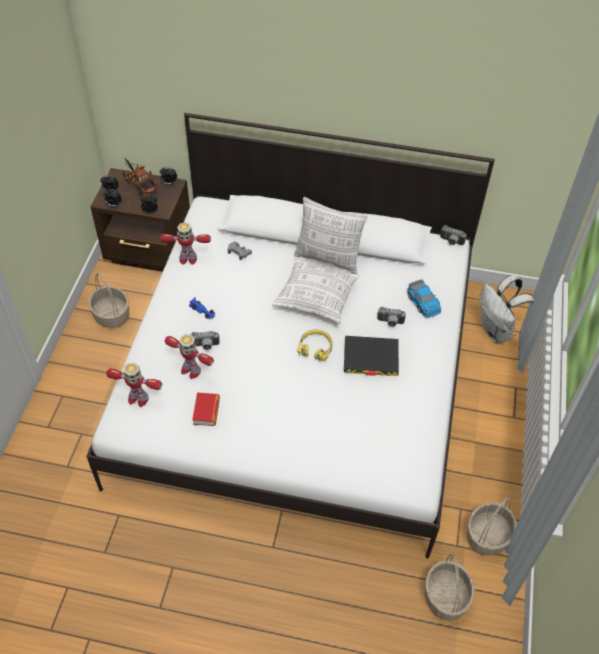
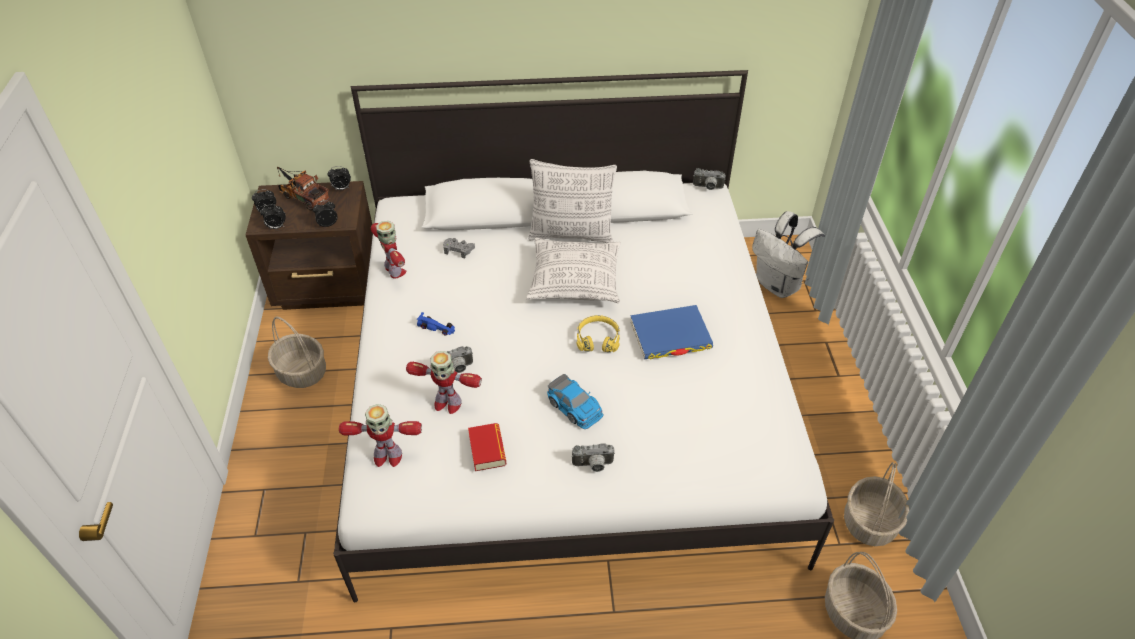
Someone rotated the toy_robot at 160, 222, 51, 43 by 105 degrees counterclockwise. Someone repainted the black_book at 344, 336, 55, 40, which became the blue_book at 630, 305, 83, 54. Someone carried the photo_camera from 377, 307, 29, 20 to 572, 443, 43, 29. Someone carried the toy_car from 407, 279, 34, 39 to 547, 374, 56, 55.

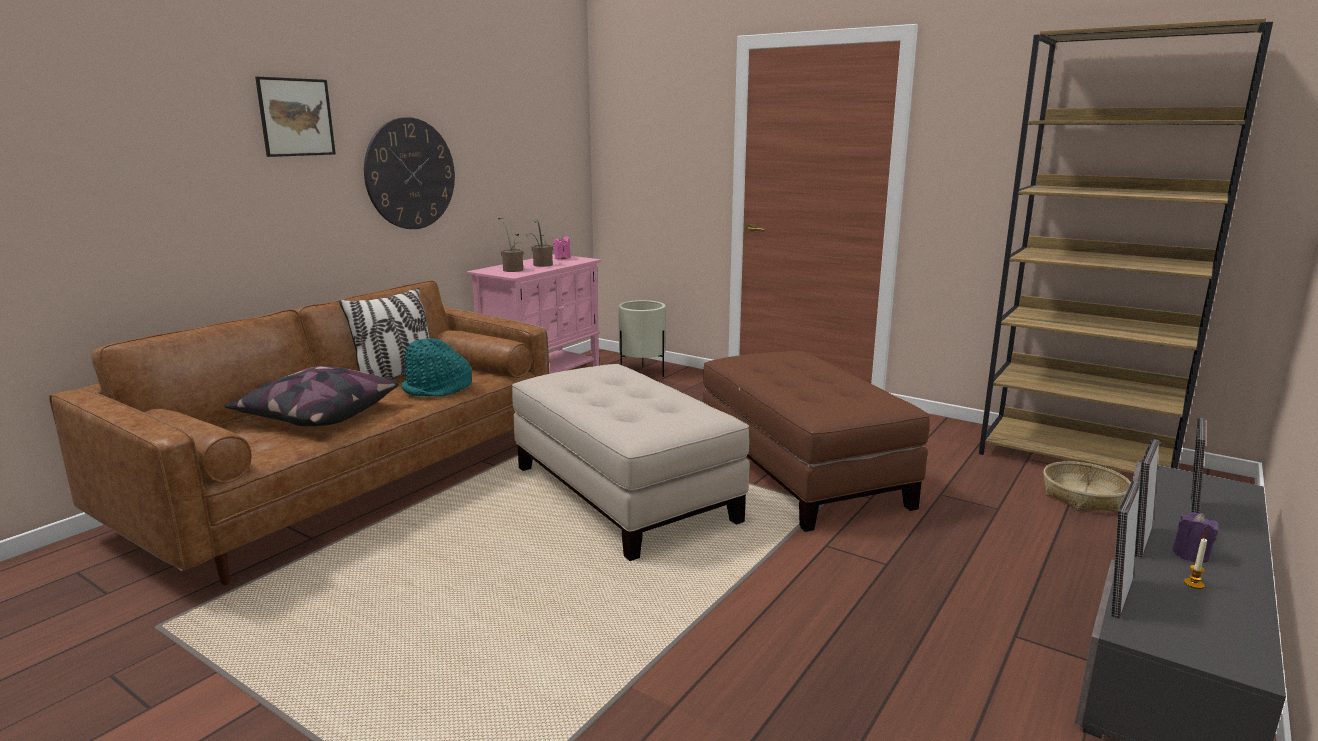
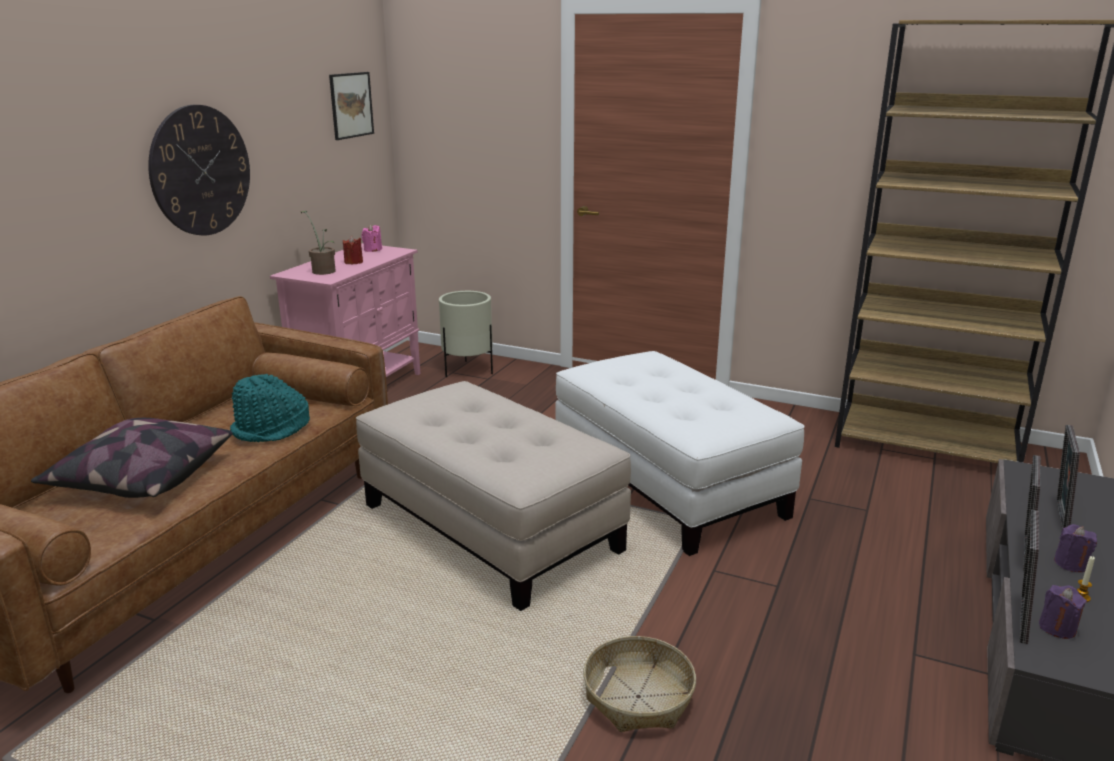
Someone carried the picture from 255, 77, 81, 80 to 329, 72, 45, 68. Someone took away the pillow at 339, 288, 90, 92. Someone swapped the potted_plant at 526, 219, 27, 48 for the red_candle at 343, 236, 20, 28. Someone repainted the brown_ottoman at 703, 351, 227, 181, which became the white_ottoman at 555, 351, 250, 205. Someone carried the basket from 1043, 461, 88, 51 to 583, 636, 113, 96. Someone put down the purple_candle at 1039, 585, 48, 54.

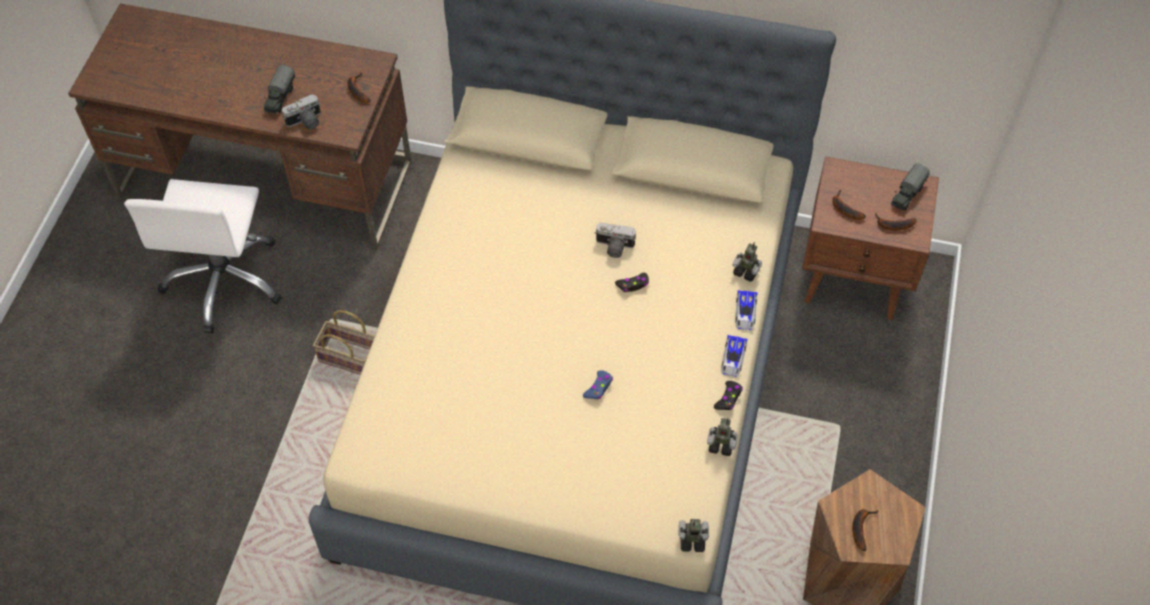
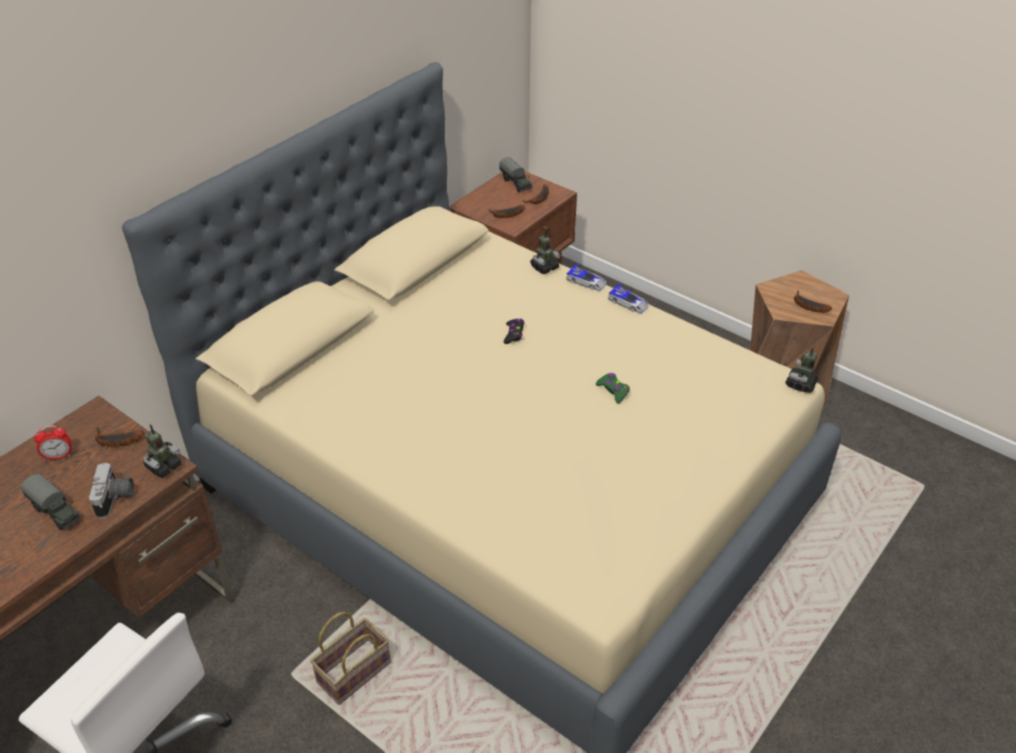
Someone repainted the blue_game_controller at 583, 370, 30, 29, which became the green_game_controller at 596, 373, 34, 30. Someone took away the photo_camera at 595, 223, 41, 35. Someone carried the toy_robot from 707, 418, 31, 38 to 143, 424, 39, 54. Someone took away the black_game_controller at 714, 381, 29, 29. Someone put down the alarm_clock at 34, 425, 37, 36.

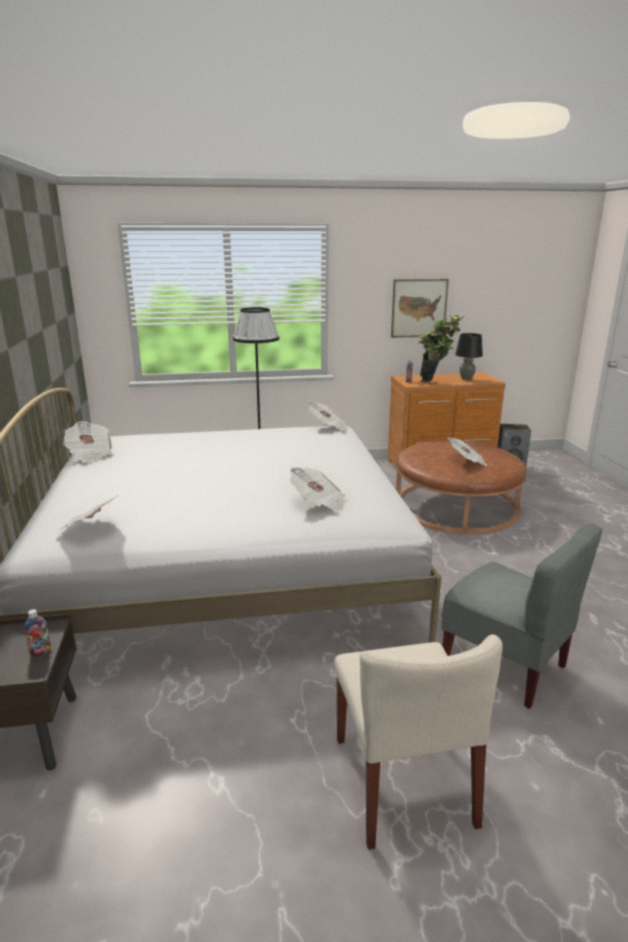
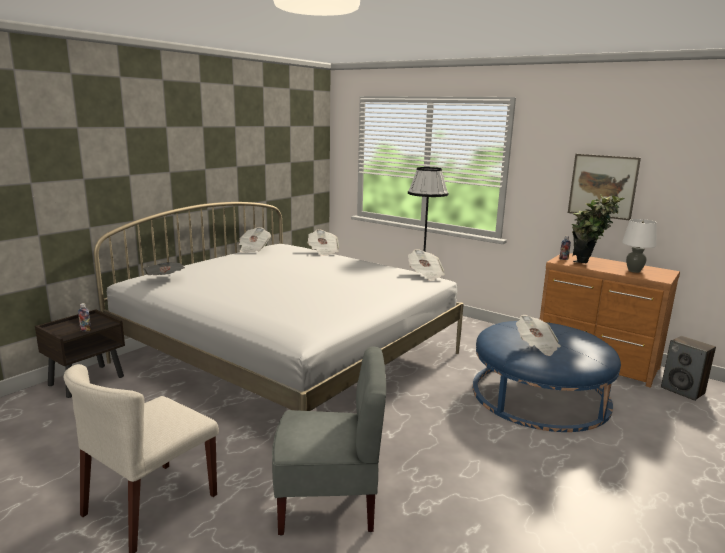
Someone carried the newspaper from 290, 467, 55, 45 to 308, 230, 31, 26. Someone repainted the brown_ottoman at 396, 440, 130, 94, which became the blue_ottoman at 473, 321, 148, 111. Someone rotated the grey_chair at 442, 524, 161, 185 by 90 degrees counterclockwise. Someone repainted the black_table_lamp at 455, 333, 28, 47, which became the white_table_lamp at 622, 219, 35, 54.

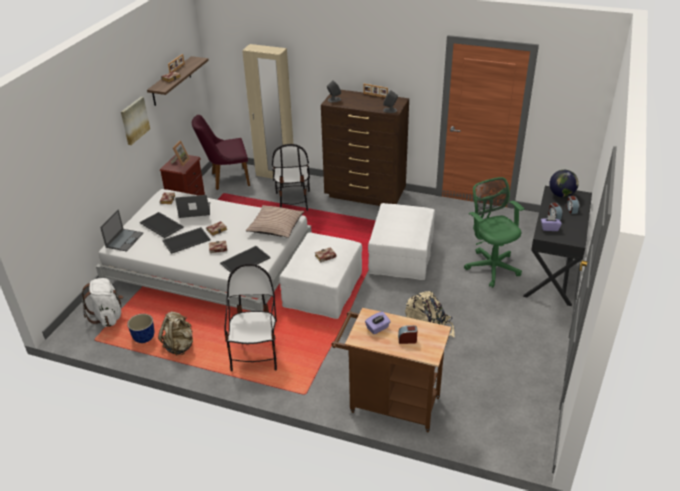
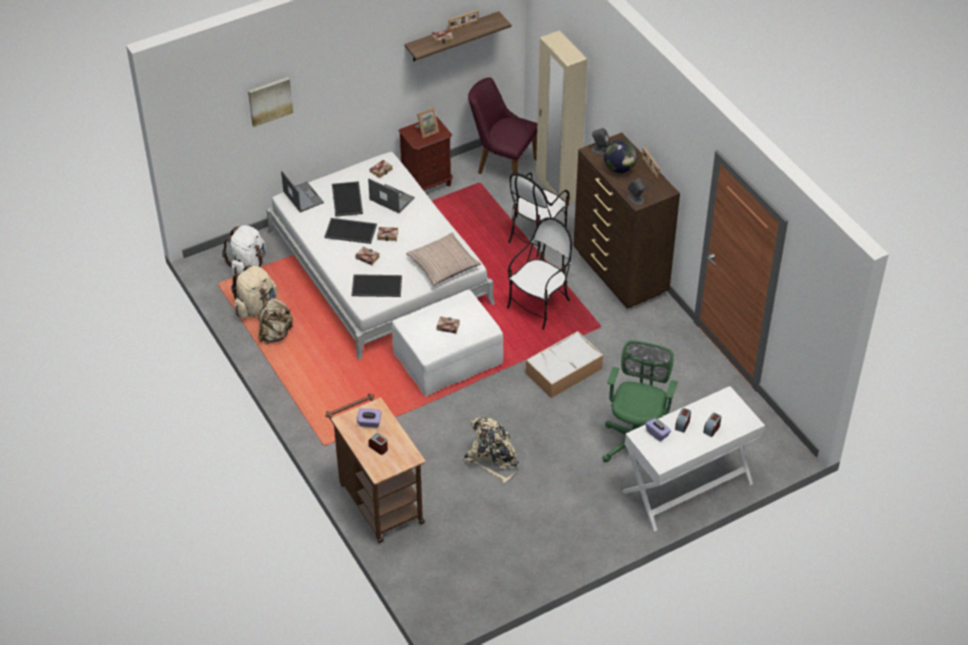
Someone rotated the laptop at 100, 210, 43, 42 by 90 degrees counterclockwise. Someone carried the picture from 121, 97, 29, 48 to 248, 77, 45, 50. Someone swapped the planter at 127, 314, 27, 29 for the beige_backpack at 231, 265, 47, 54. Someone carried the chair from 225, 264, 52, 107 to 507, 217, 65, 113. Someone swapped the white_ottoman at 368, 203, 67, 77 for the storage_box at 526, 331, 77, 67. Someone repainted the black_desk at 523, 186, 69, 120, which became the white_desk at 622, 386, 143, 146. Someone carried the globe from 549, 170, 30, 28 to 604, 140, 33, 33.

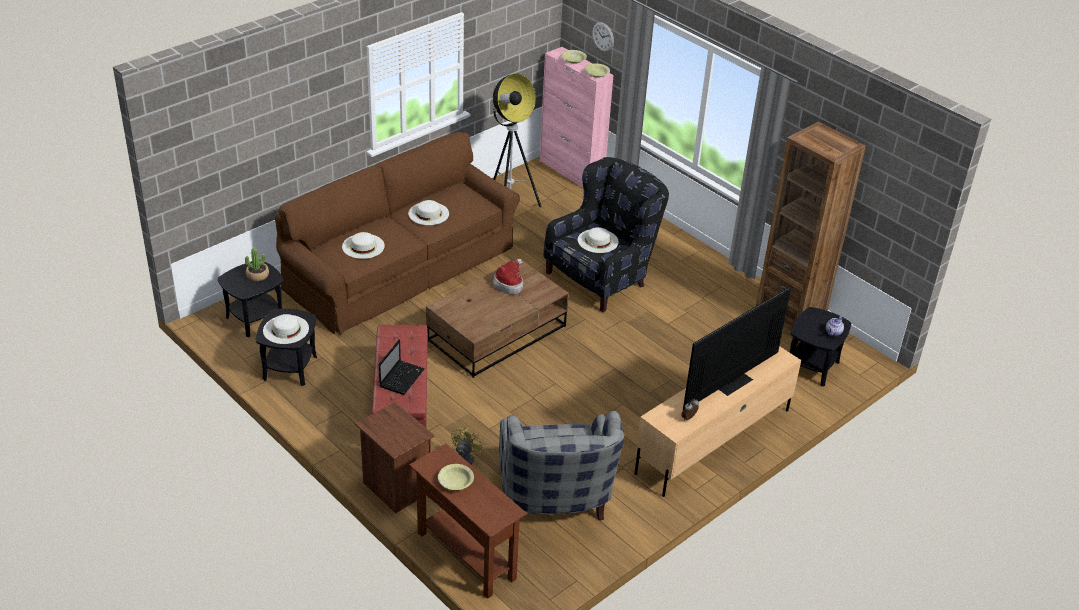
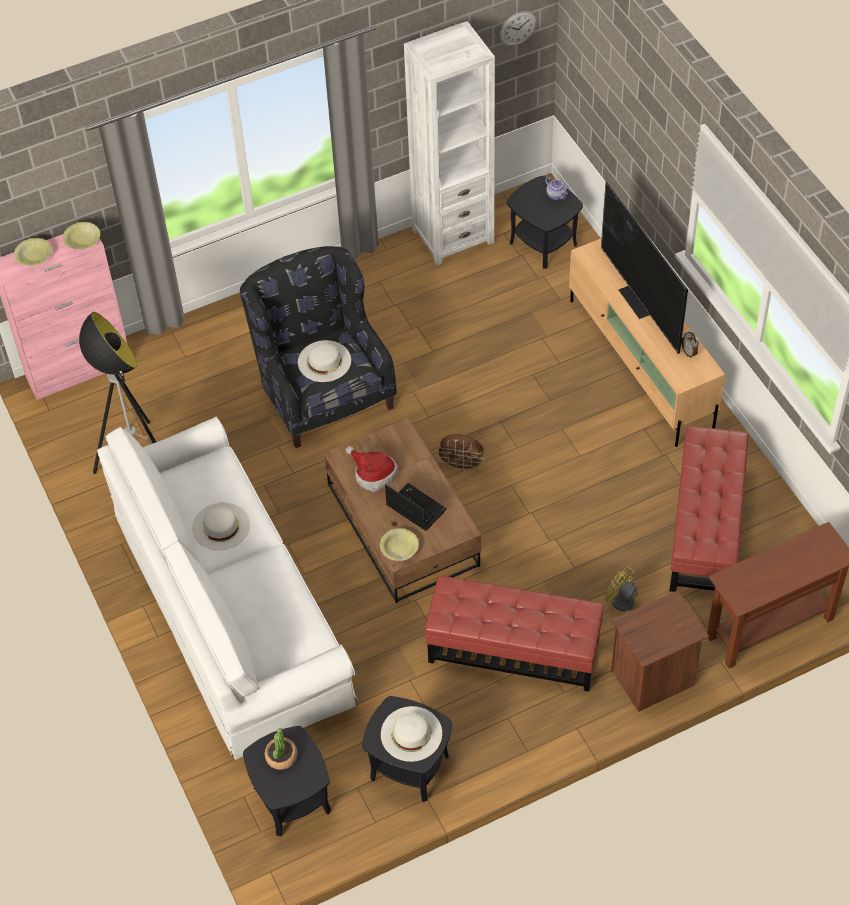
Someone repainted the brown_sofa at 275, 132, 245, 203, which became the white_sofa at 97, 416, 261, 344. Someone took away the white_hat at 342, 232, 43, 27. Someone carried the laptop from 379, 339, 46, 56 to 385, 483, 62, 48. Someone carried the yellow_bowl from 438, 464, 36, 26 to 380, 528, 39, 33. Someone swapped the grey_armchair at 499, 411, 125, 110 for the red_ottoman at 669, 426, 79, 166. Someone carried the wall_clock from 592, 22, 22, 30 to 500, 11, 36, 35. Someone repainted the brown_bookcase at 756, 121, 110, 210, which became the white_bookcase at 404, 21, 91, 244. Someone put down the brown_fan at 435, 434, 50, 38.

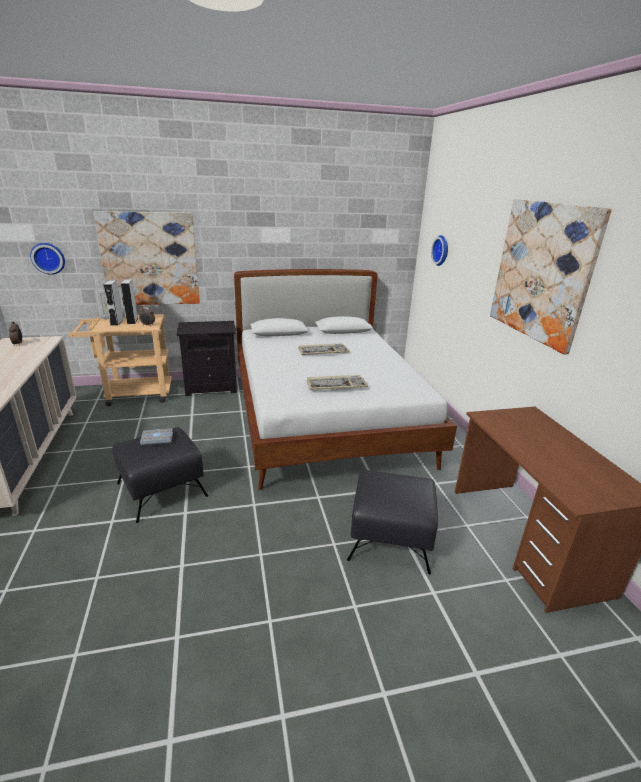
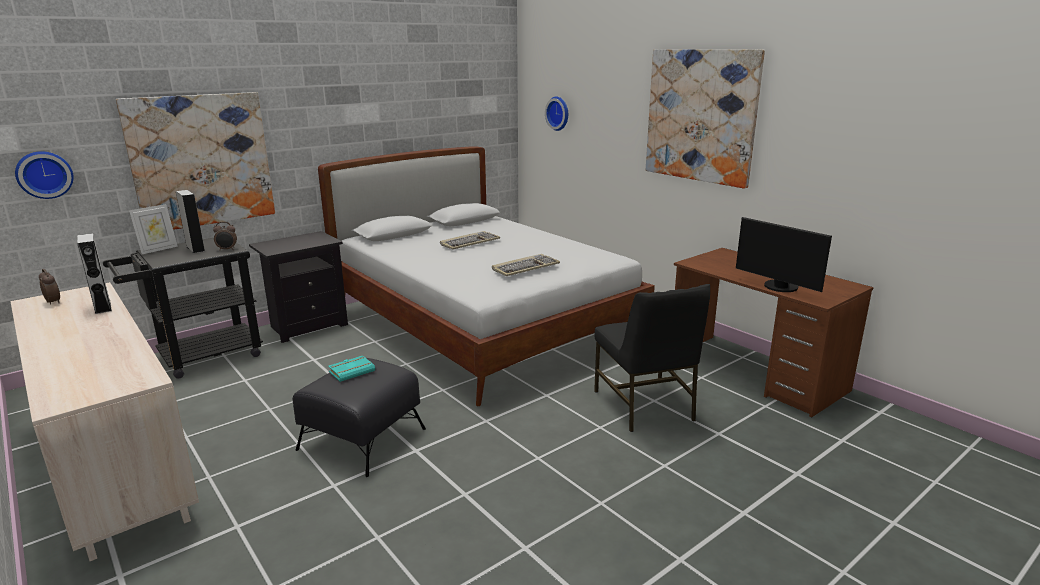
Someone repainted the beige_cart at 68, 314, 104, 92, which became the black_cart at 103, 238, 160, 141. Someone carried the grey_speaker from 103, 280, 20, 46 to 77, 233, 35, 81. Someone repainted the grey_book at 140, 429, 33, 17, which became the turquoise_book at 328, 356, 47, 26. Someone swapped the black_ottoman at 347, 470, 91, 104 for the black_chair at 594, 284, 116, 148. Someone put down the monitor at 736, 217, 96, 75.

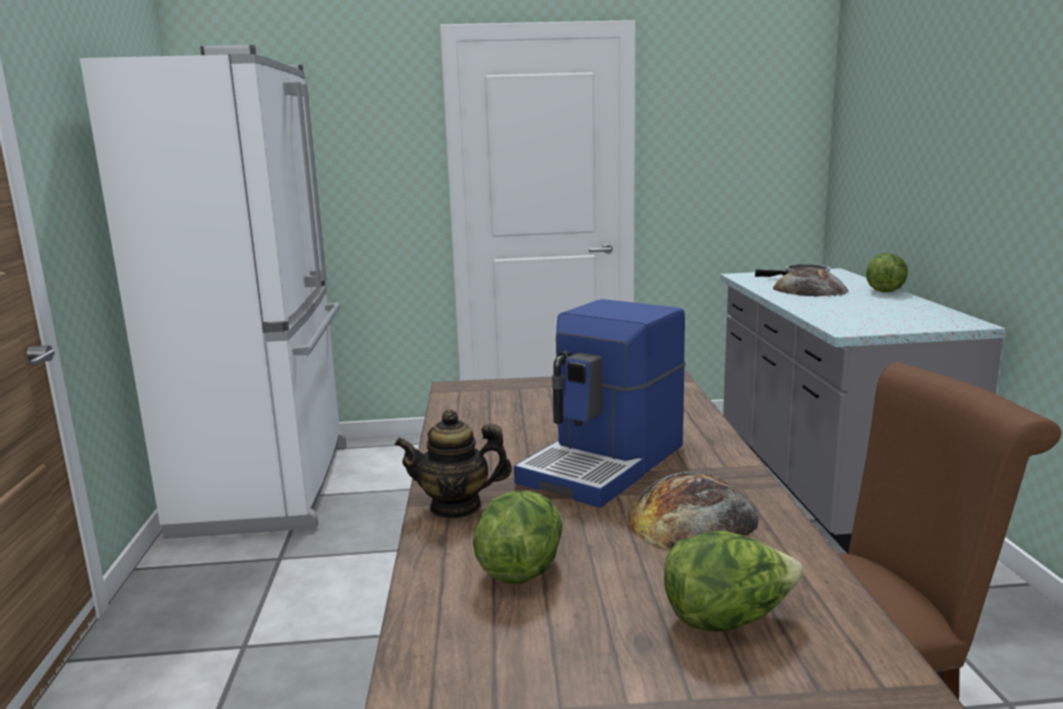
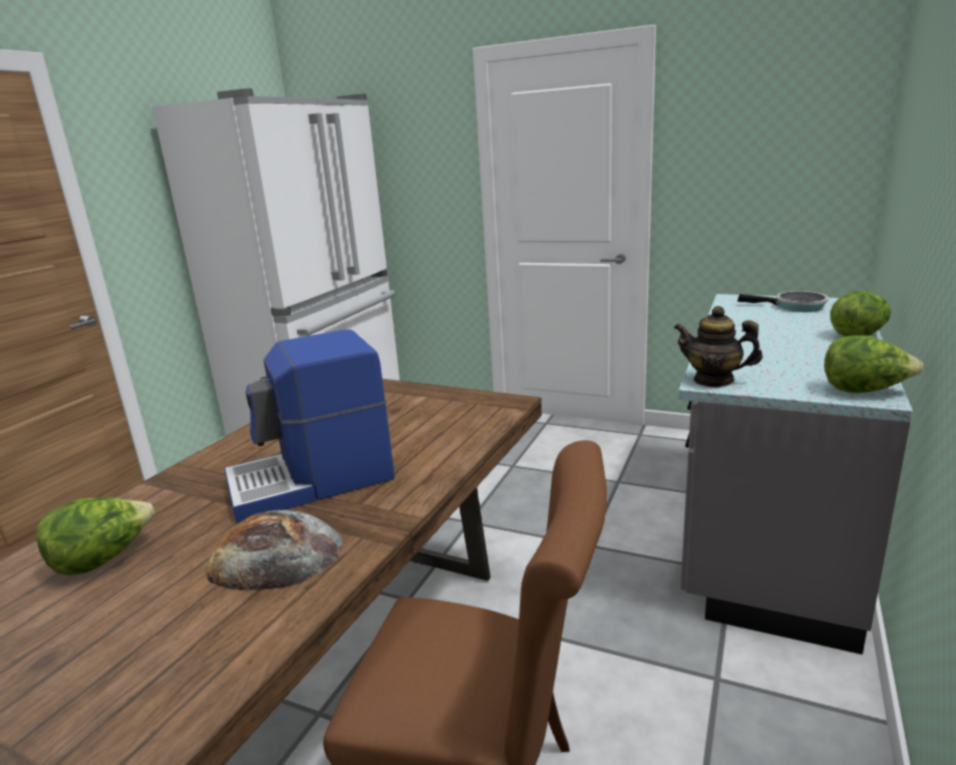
Someone carried the teapot from 395, 409, 117, 110 to 674, 306, 89, 81. Someone carried the lettuce from 664, 531, 139, 101 to 824, 335, 99, 58. Someone took away the bread at 773, 267, 75, 30.

